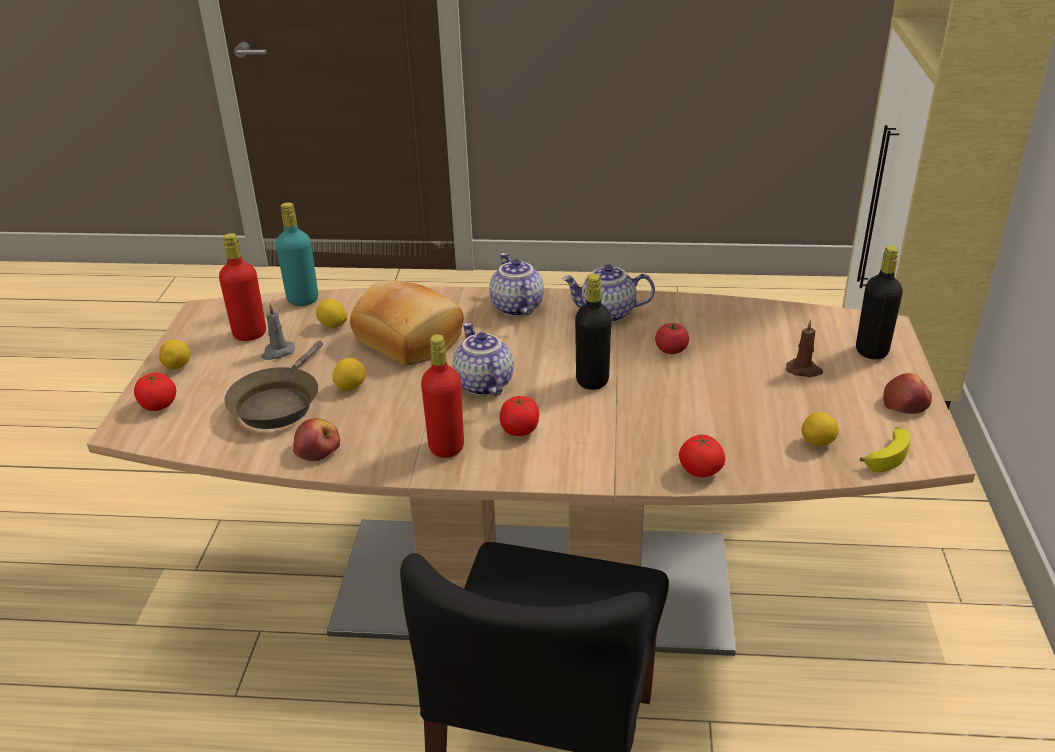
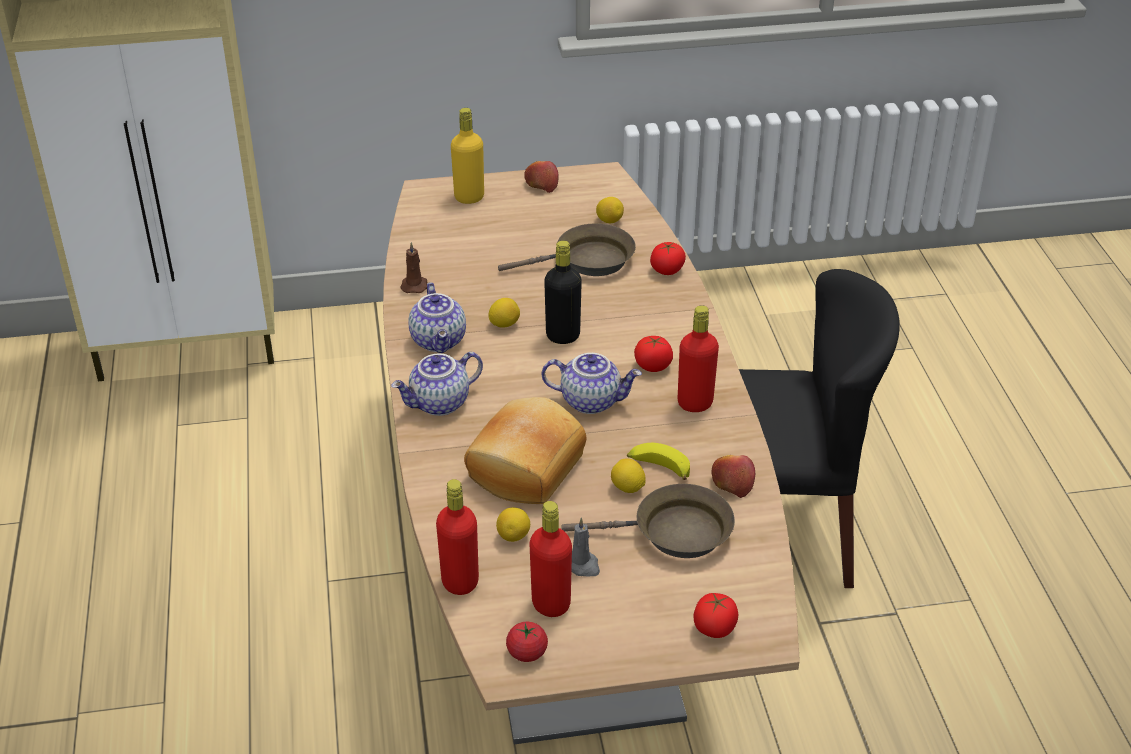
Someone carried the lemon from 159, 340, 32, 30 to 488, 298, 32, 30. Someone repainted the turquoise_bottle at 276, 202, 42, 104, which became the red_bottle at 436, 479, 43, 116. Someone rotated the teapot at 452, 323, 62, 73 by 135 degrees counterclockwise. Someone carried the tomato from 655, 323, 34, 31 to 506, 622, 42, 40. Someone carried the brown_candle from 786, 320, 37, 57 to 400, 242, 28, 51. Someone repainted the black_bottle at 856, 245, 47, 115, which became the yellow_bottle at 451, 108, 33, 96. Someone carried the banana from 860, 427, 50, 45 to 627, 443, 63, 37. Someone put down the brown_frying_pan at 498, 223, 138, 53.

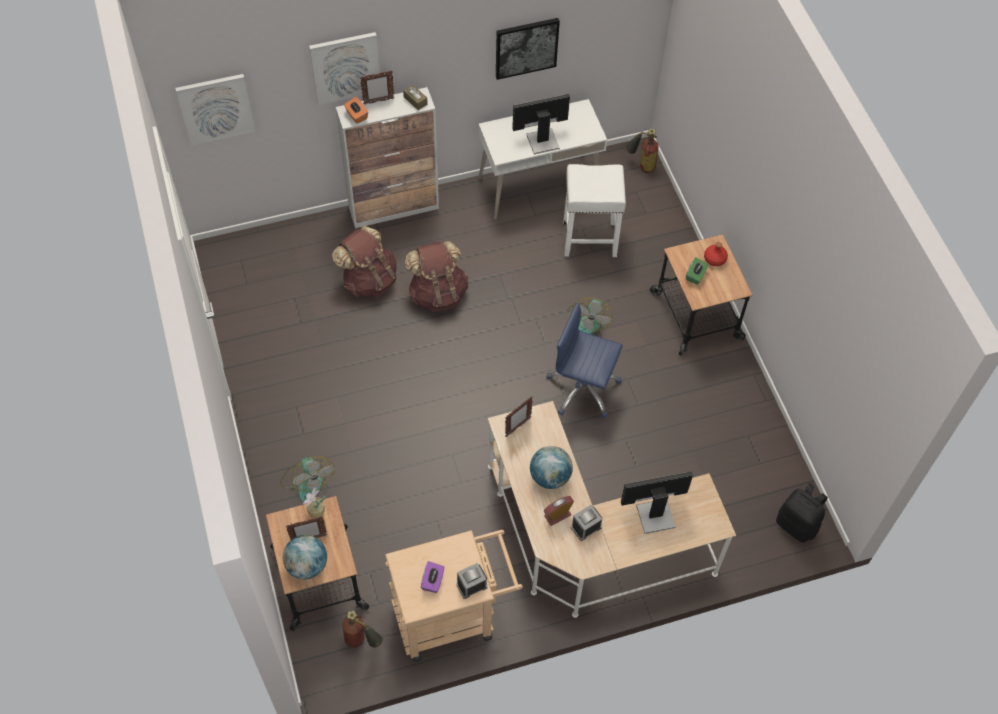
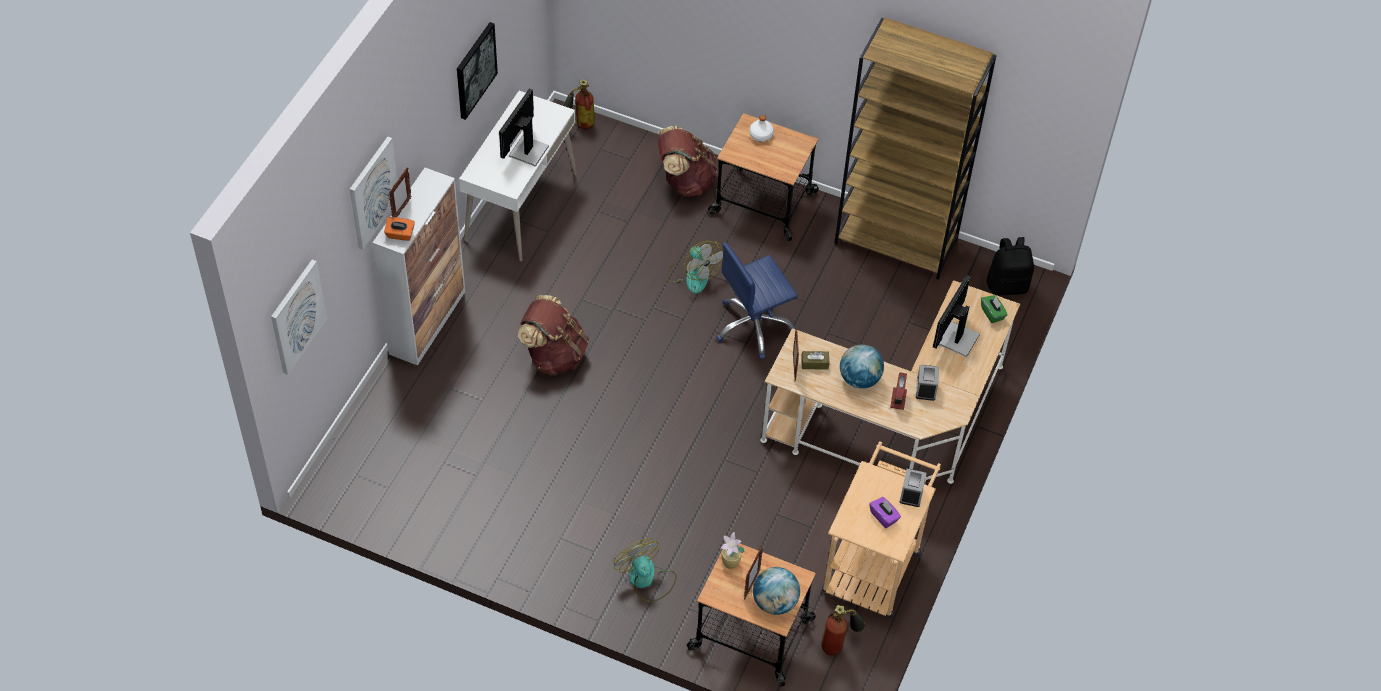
Someone rotated the fan at 280, 456, 54, 46 by 135 degrees counterclockwise. Someone carried the brown_backpack from 332, 226, 64, 71 to 658, 126, 60, 70. Someone carried the brown_tissue_box from 403, 85, 25, 25 to 801, 351, 28, 19. Someone took away the white_stool at 563, 164, 63, 93. Someone carried the green_tissue_box from 686, 257, 22, 27 to 981, 295, 27, 28. Someone repainted the red_bottle at 704, 242, 24, 24, which became the white_bottle at 749, 115, 25, 27. Someone put down the brown_bookcase at 835, 18, 162, 262.

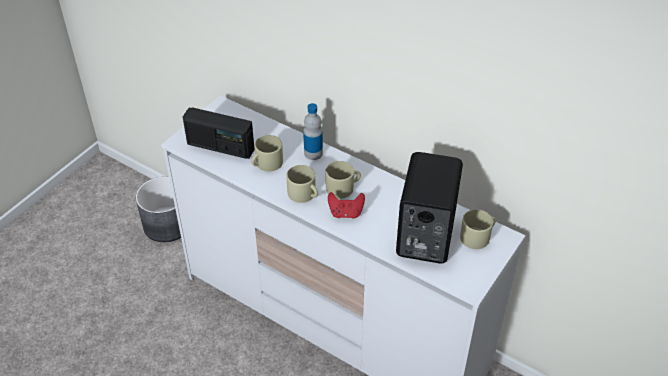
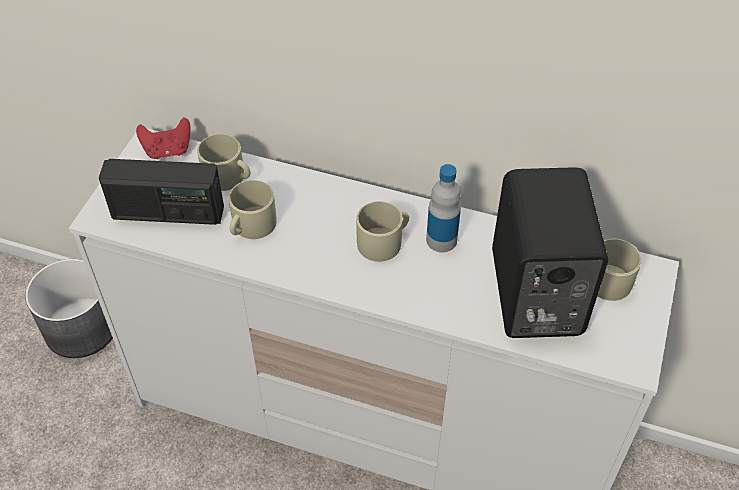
Someone carried the beige_mug from 286, 165, 32, 38 to 197, 134, 54, 57. Someone carried the bottle from 303, 103, 20, 57 to 426, 164, 35, 88. Someone carried the red_game_controller from 328, 192, 37, 27 to 136, 118, 55, 41.

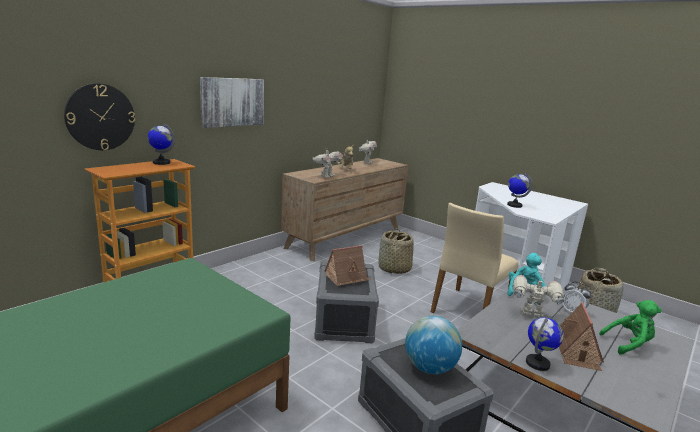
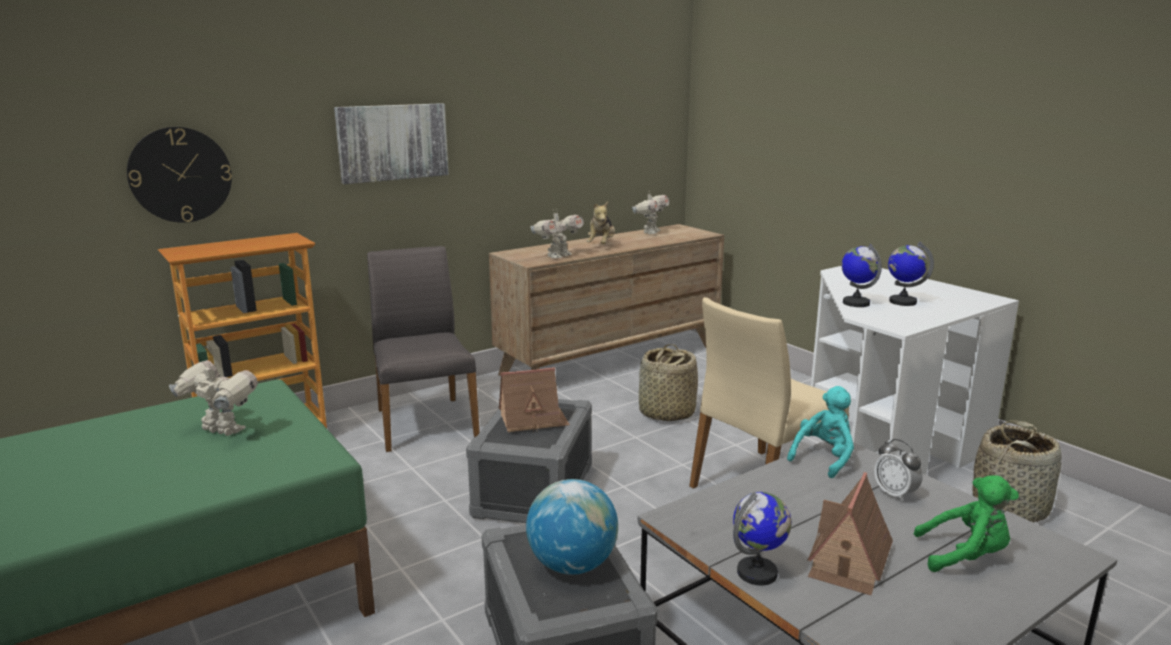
Someone carried the globe from 148, 123, 27, 42 to 888, 242, 46, 64. Someone carried the toy_robot from 513, 275, 51, 42 to 169, 360, 89, 76. Someone put down the grey_chair at 367, 246, 113, 206.

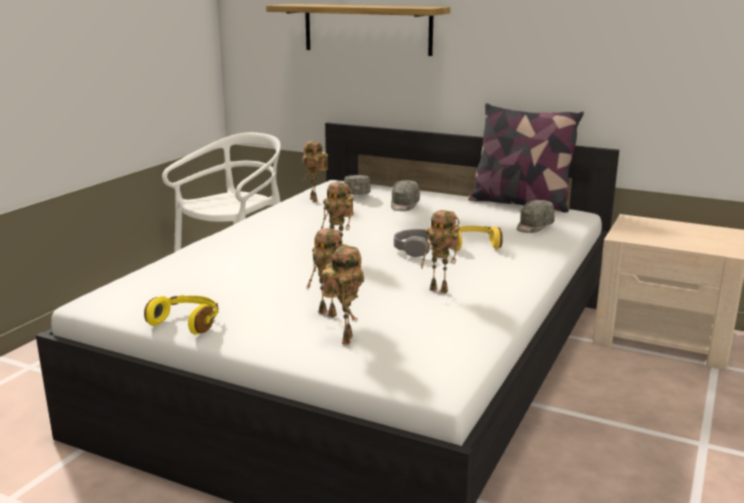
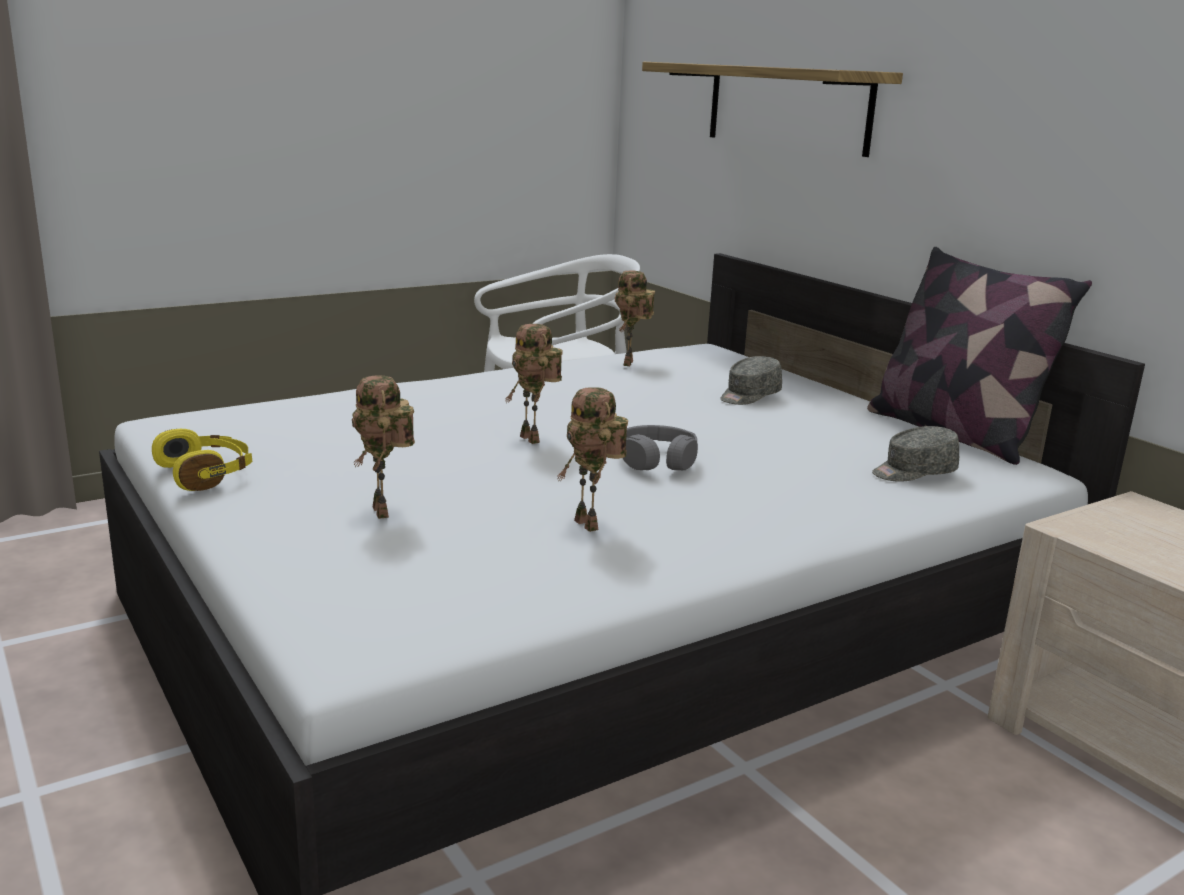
Someone took away the toy_robot at 322, 246, 42, 99. Someone took away the grey_cap at 344, 175, 27, 20. Someone took away the yellow_headphones at 457, 226, 46, 25.

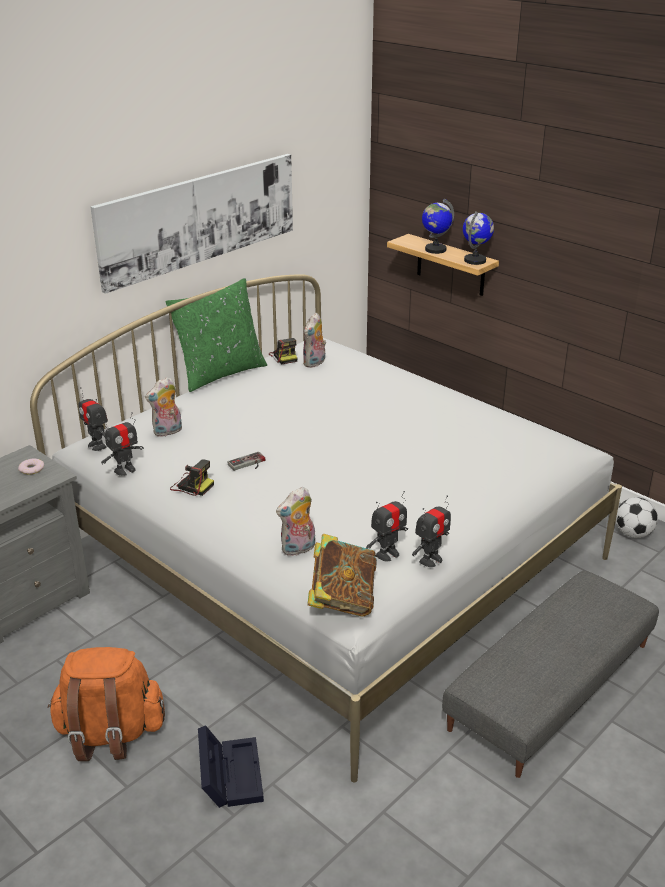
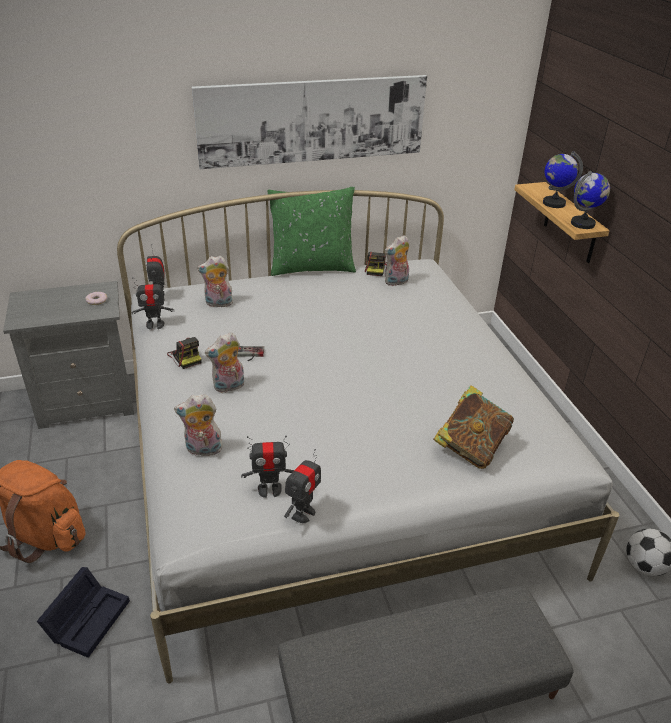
Someone carried the book from 307, 534, 70, 82 to 433, 385, 81, 84. Someone rotated the toy_robot at 412, 496, 39, 71 by 45 degrees counterclockwise. Someone put down the plush_toy at 205, 332, 39, 61.

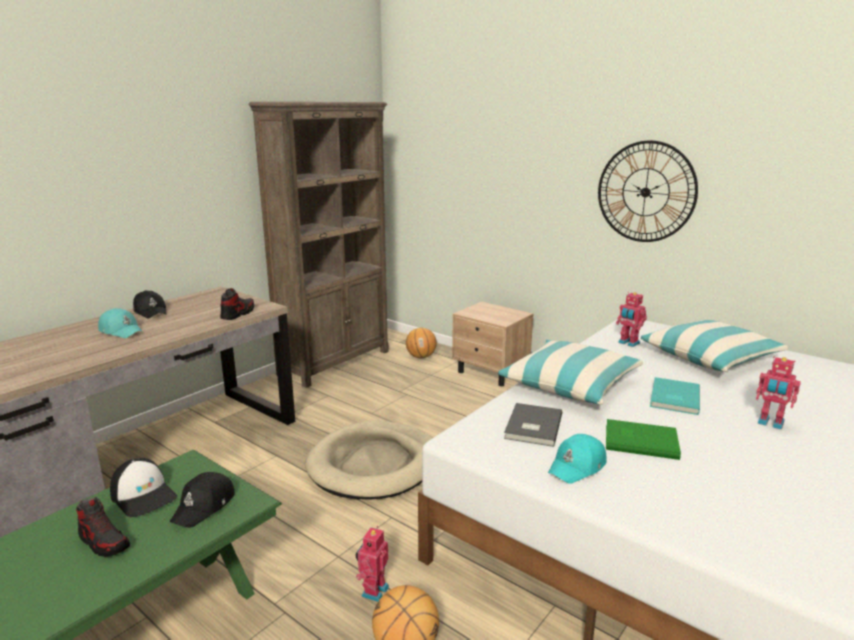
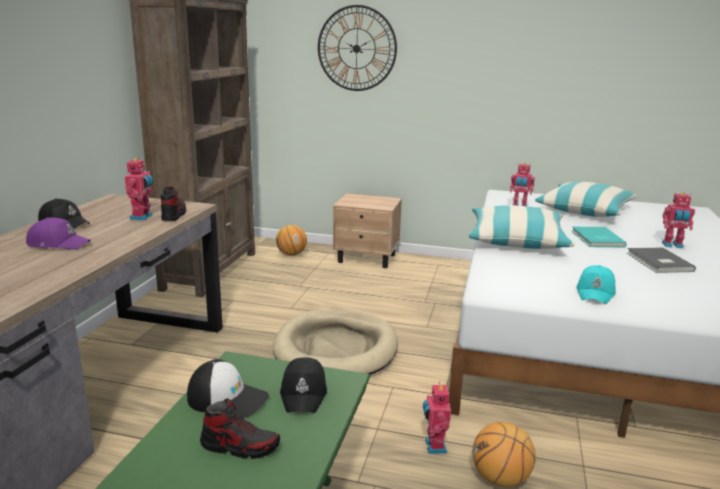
Someone repainted the turquoise_cap at 98, 308, 45, 30, which became the purple_cap at 26, 217, 65, 33. Someone carried the grey_book from 504, 403, 58, 44 to 627, 248, 69, 25. Someone carried the wall_clock from 598, 140, 100, 102 to 318, 5, 79, 86. Someone took away the green_book at 606, 419, 75, 41. Someone put down the toy_robot at 125, 157, 29, 63.

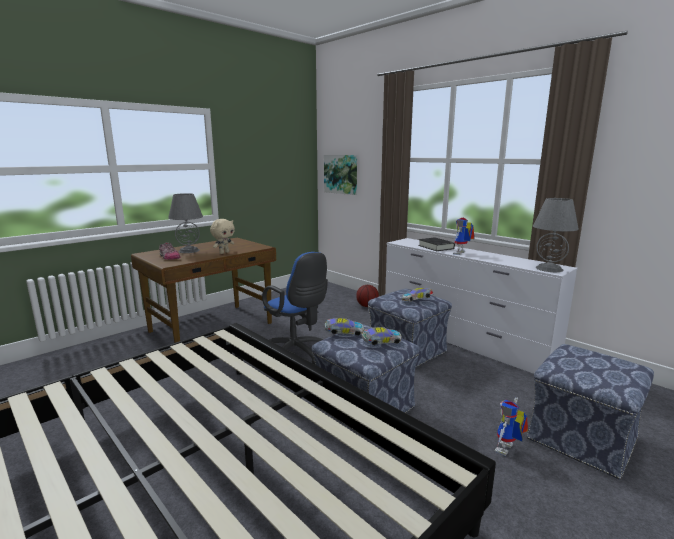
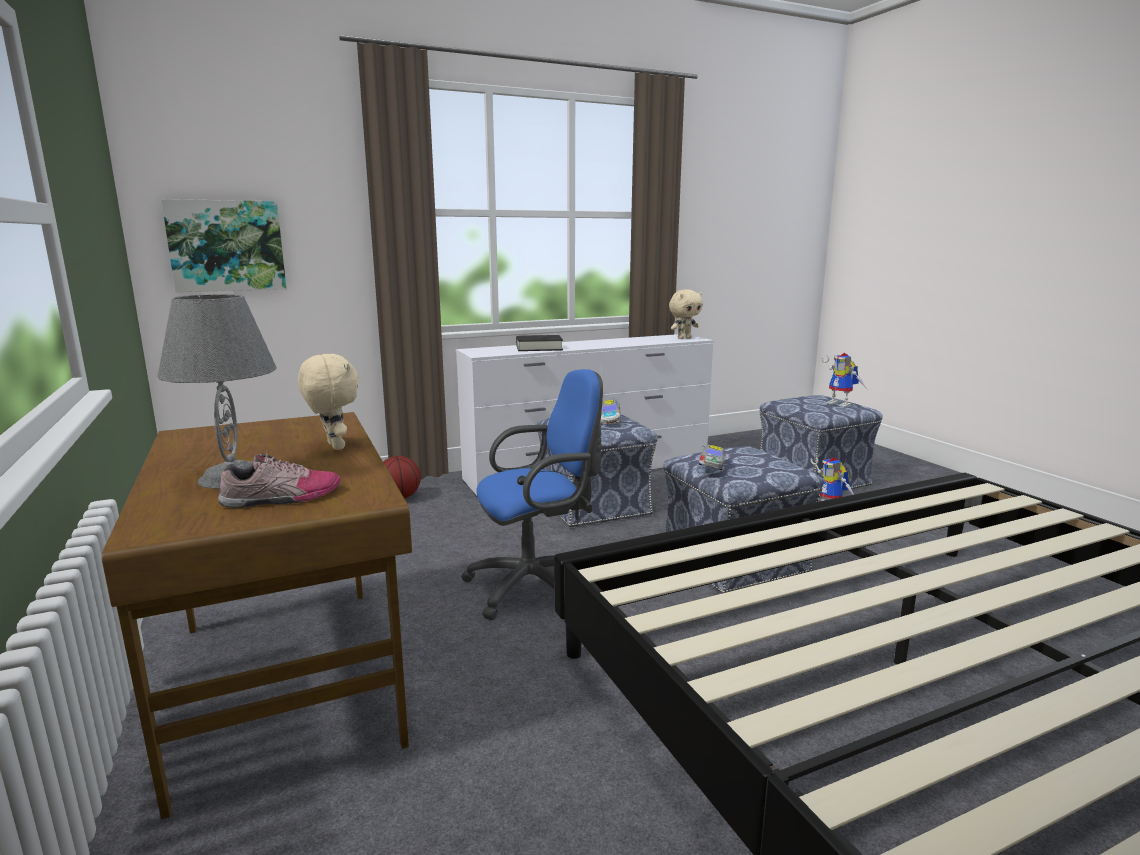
Someone took away the toy_car at 361, 327, 41, 18. Someone carried the toy_robot from 453, 218, 22, 37 to 822, 353, 45, 55. Someone swapped the grey_table_lamp at 533, 198, 46, 74 for the beige_plush_toy at 669, 289, 34, 50.

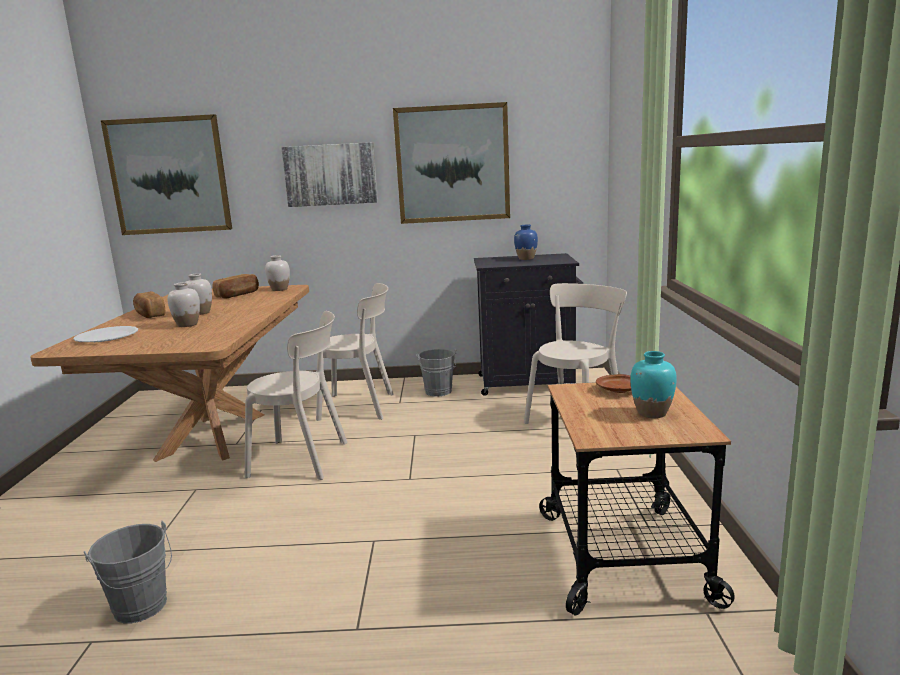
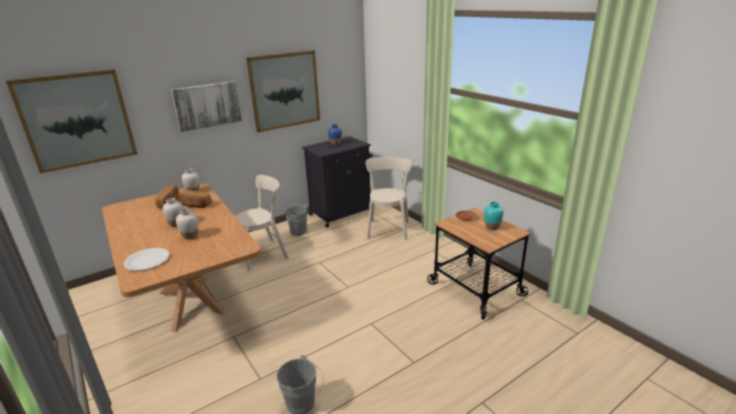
Someone carried the bread from 133, 291, 33, 27 to 177, 190, 35, 18. Someone took away the beige_chair at 245, 311, 103, 169.

